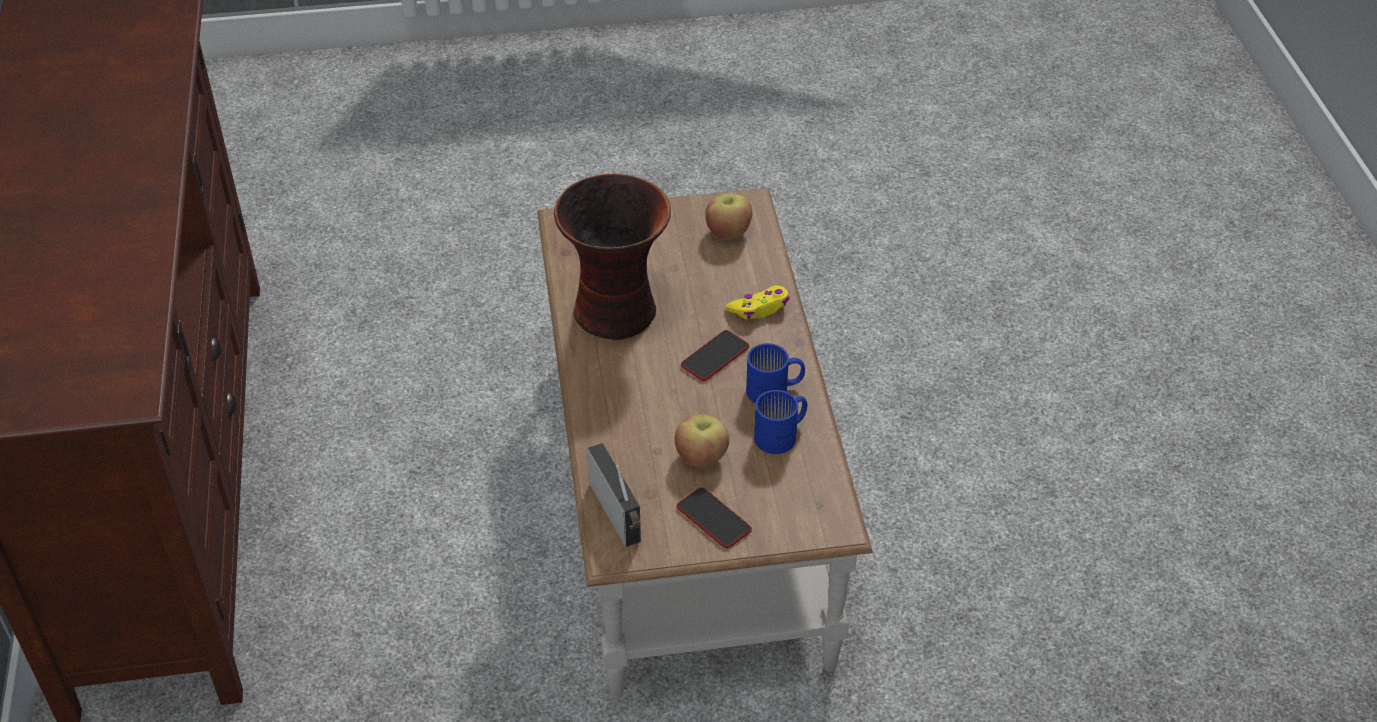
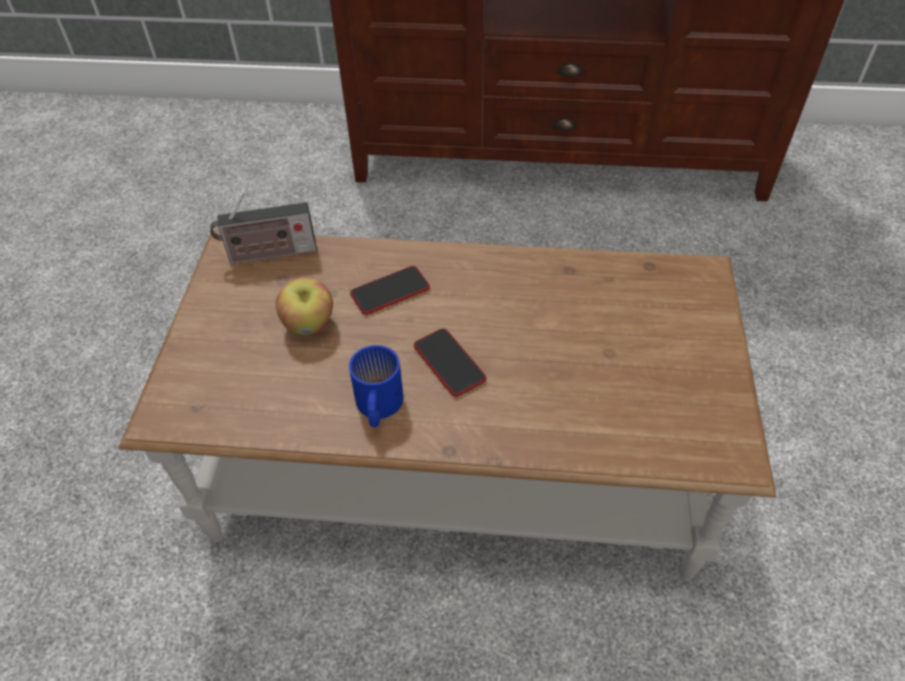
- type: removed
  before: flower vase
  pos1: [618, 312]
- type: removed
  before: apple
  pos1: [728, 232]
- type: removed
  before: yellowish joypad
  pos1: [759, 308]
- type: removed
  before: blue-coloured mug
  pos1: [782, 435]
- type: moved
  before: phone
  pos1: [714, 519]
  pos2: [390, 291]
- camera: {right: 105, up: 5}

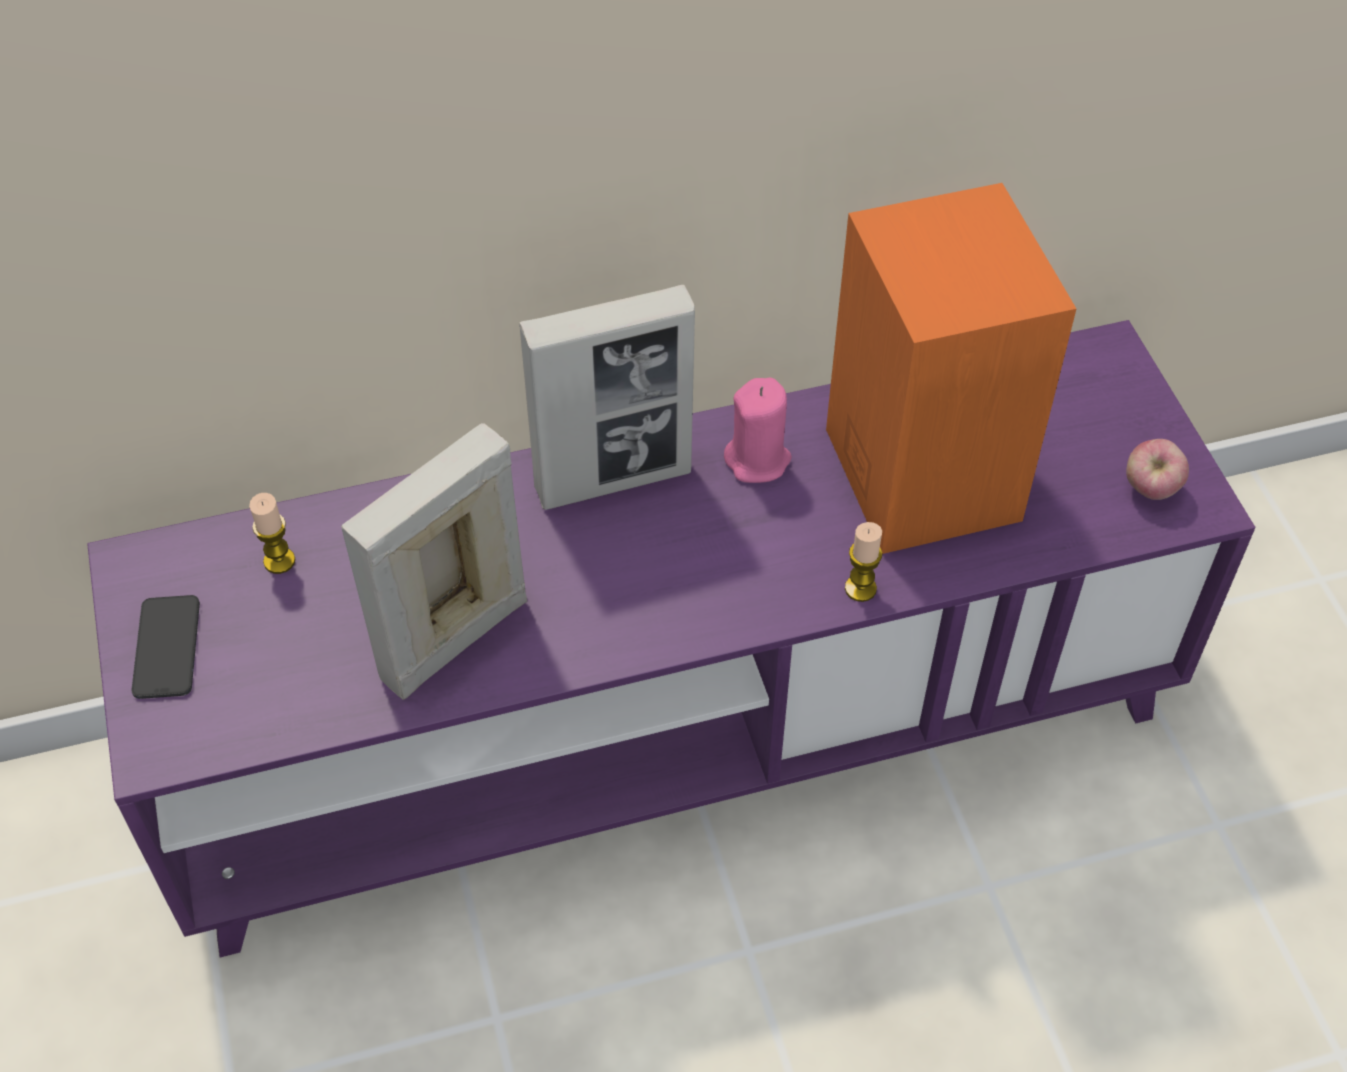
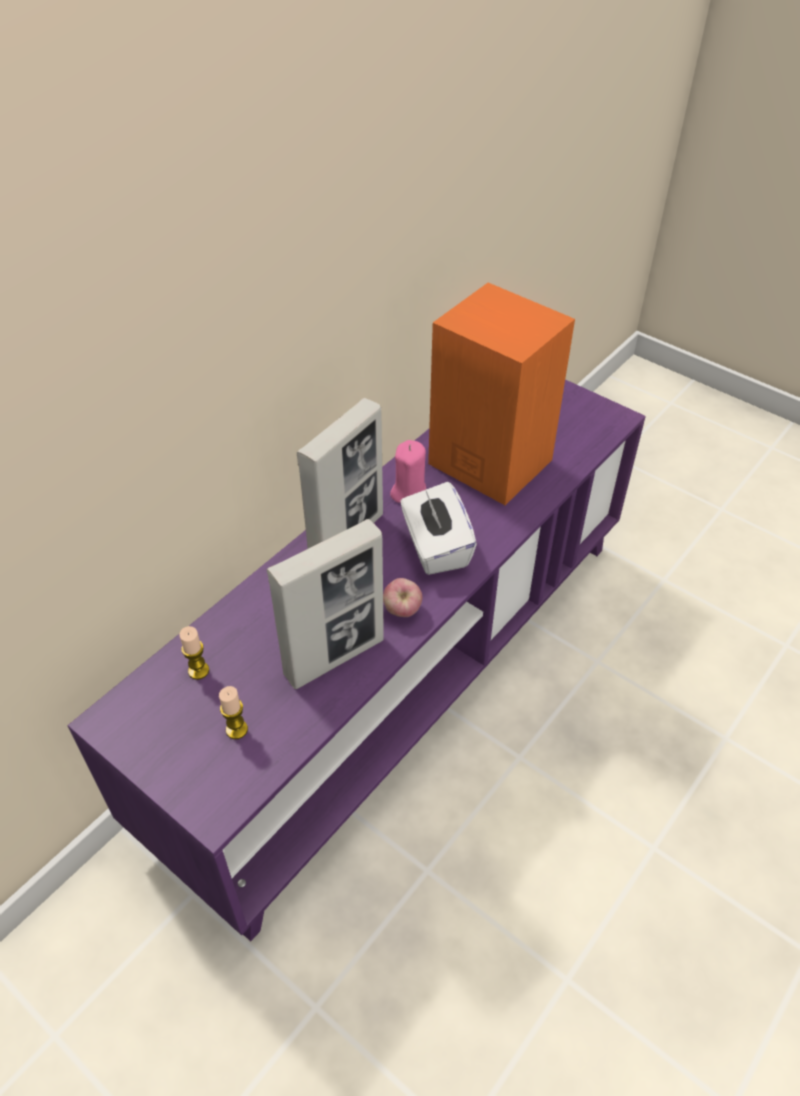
- type: removed
  before: phone
  pos1: [167, 647]
- type: added
  after: white tissue holder
  pos2: [435, 547]
- type: moved
  before: wax light
  pos1: [860, 588]
  pos2: [236, 729]
- type: moved
  before: apple
  pos1: [1150, 489]
  pos2: [402, 610]
- type: turned
  before: standing frame
  pos1: [453, 641]
  pos2: [334, 657]
  turn: -135
- camera: {right: -35, up: -5}

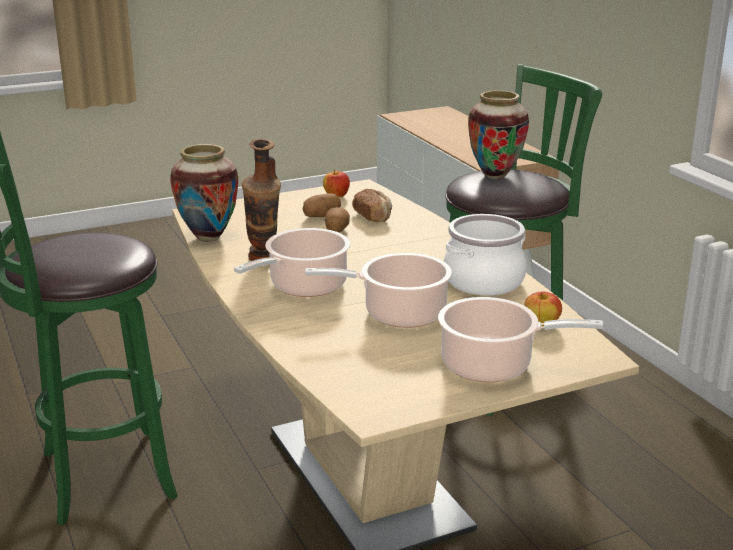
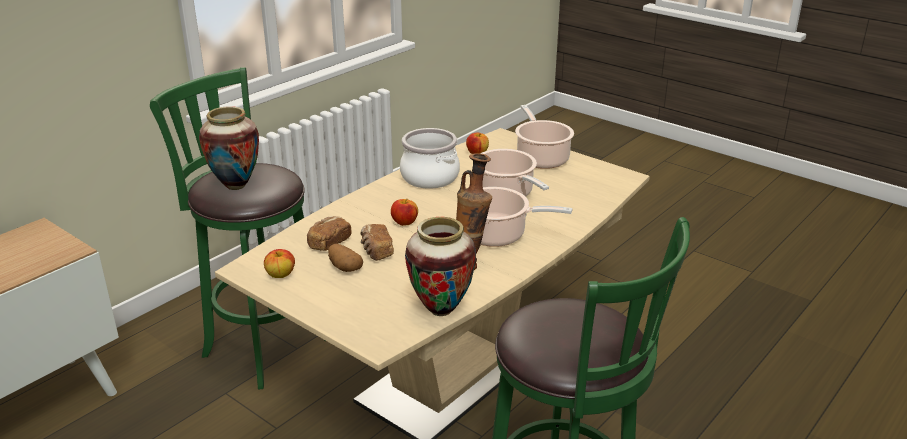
- type: added
  after: apple
  pos2: [404, 222]
- type: replaced
  before: whole potato
  after: baked bread
  pos1: [336, 231]
  pos2: [376, 251]
- camera: {right: -115, up: 5}

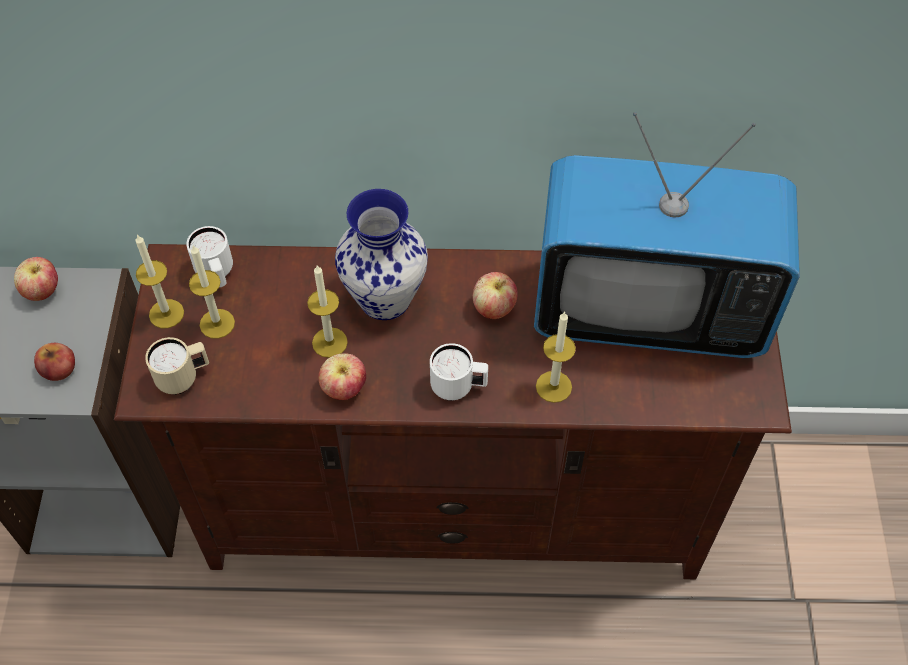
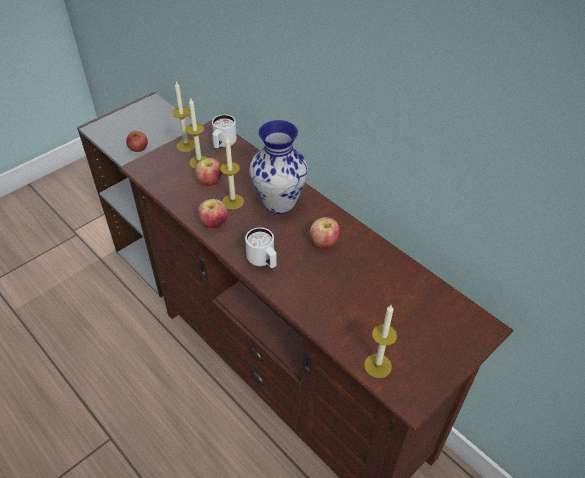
- type: removed
  before: beige mug
  pos1: [184, 378]
- type: removed
  before: television
  pos1: [648, 310]
- type: moved
  before: apple
  pos1: [42, 291]
  pos2: [210, 182]
- type: moved
  before: wax light
  pos1: [553, 386]
  pos2: [377, 365]
- camera: {right: 45, up: -10}

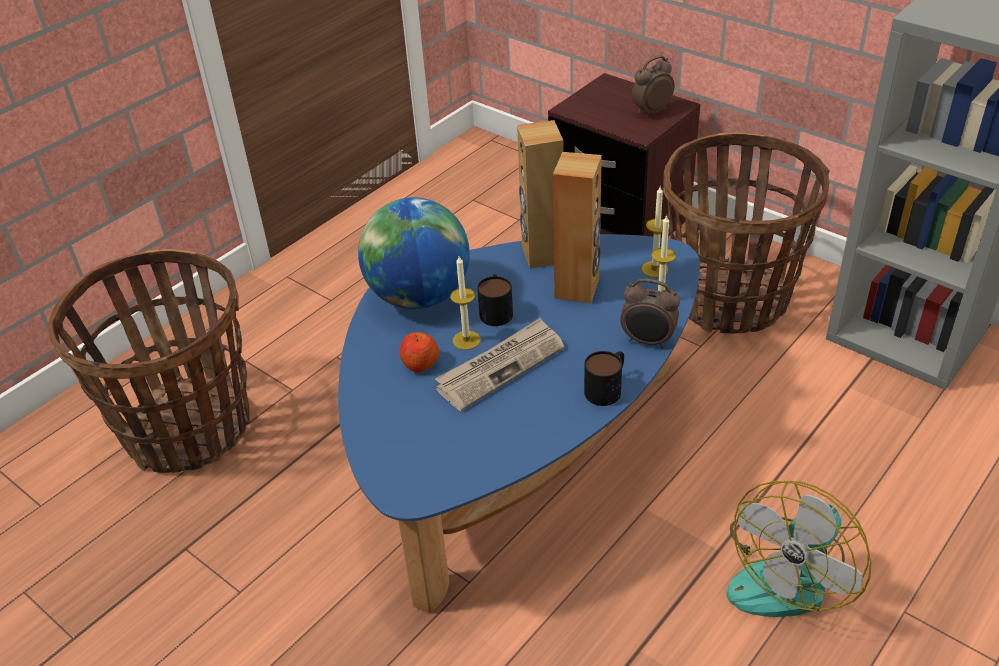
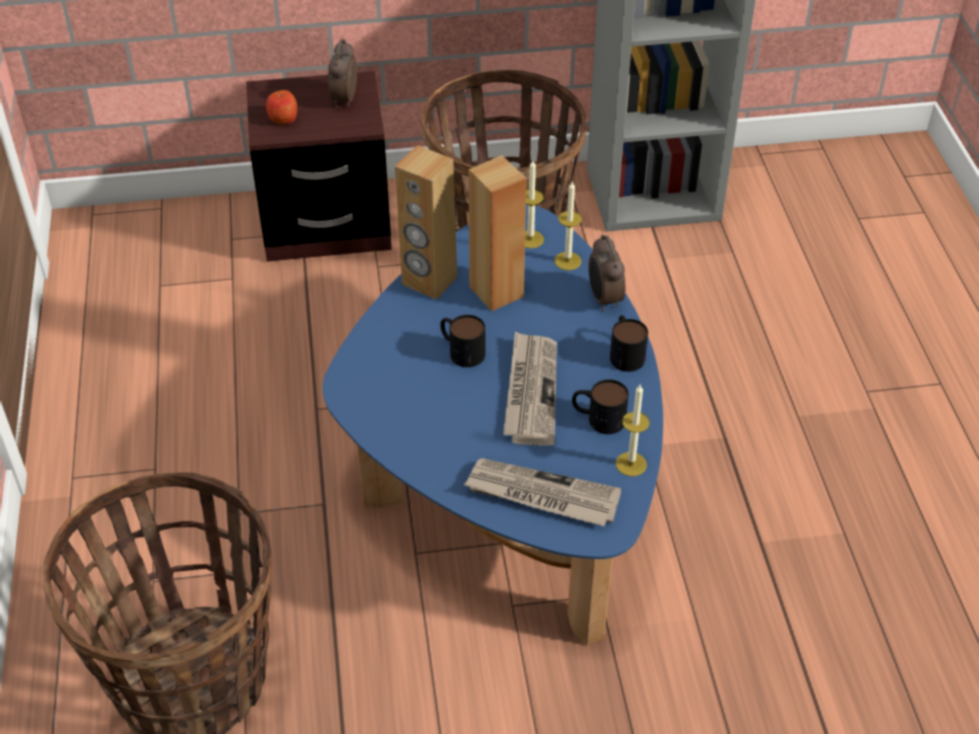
- type: removed
  before: world globe
  pos1: [419, 297]
- type: removed
  before: electric fan
  pos1: [788, 574]
- type: added
  after: printed paper
  pos2: [541, 495]
- type: added
  after: mug
  pos2: [598, 418]
- type: moved
  before: apple
  pos1: [420, 364]
  pos2: [283, 119]
- type: moved
  before: wax light
  pos1: [466, 340]
  pos2: [631, 464]
- type: turned
  before: table clock
  pos1: [648, 341]
  pos2: [604, 299]
  turn: 105
- camera: {right: -50, up: 5}

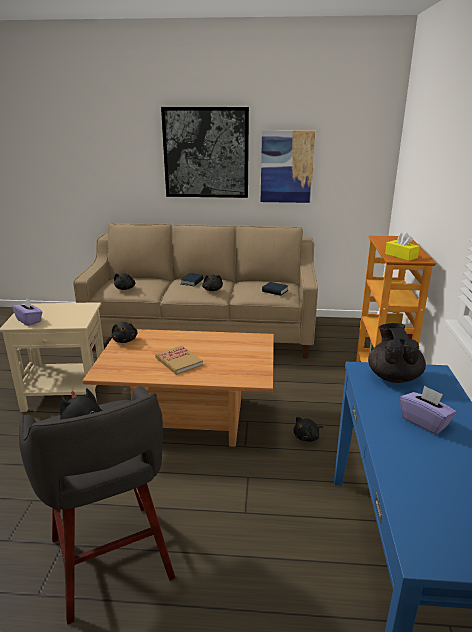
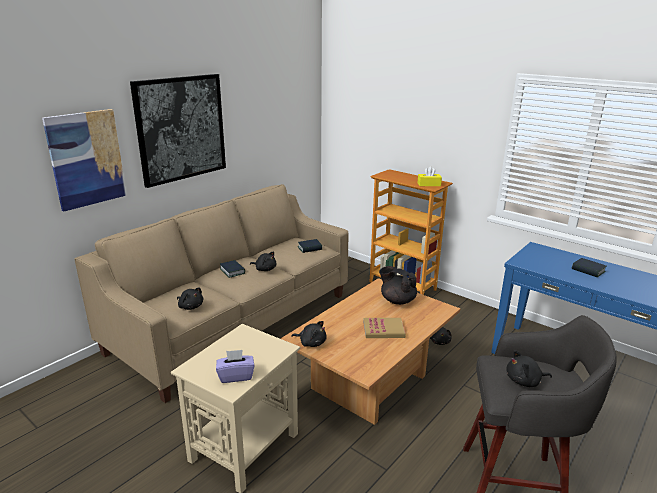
- type: moved
  before: wall art
  pos1: [286, 167]
  pos2: [86, 159]
- type: moved
  before: black tea pot
  pos1: [393, 376]
  pos2: [397, 300]
- type: replaced
  before: purple-coloured tissue holder
  after: book
  pos1: [424, 422]
  pos2: [588, 270]
- camera: {right: -55, up: 0}

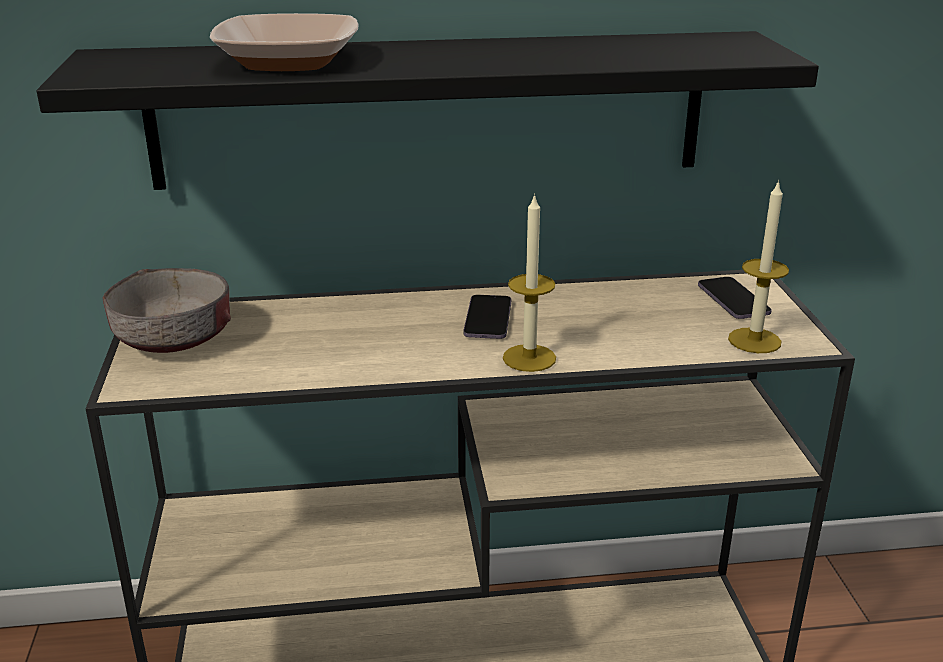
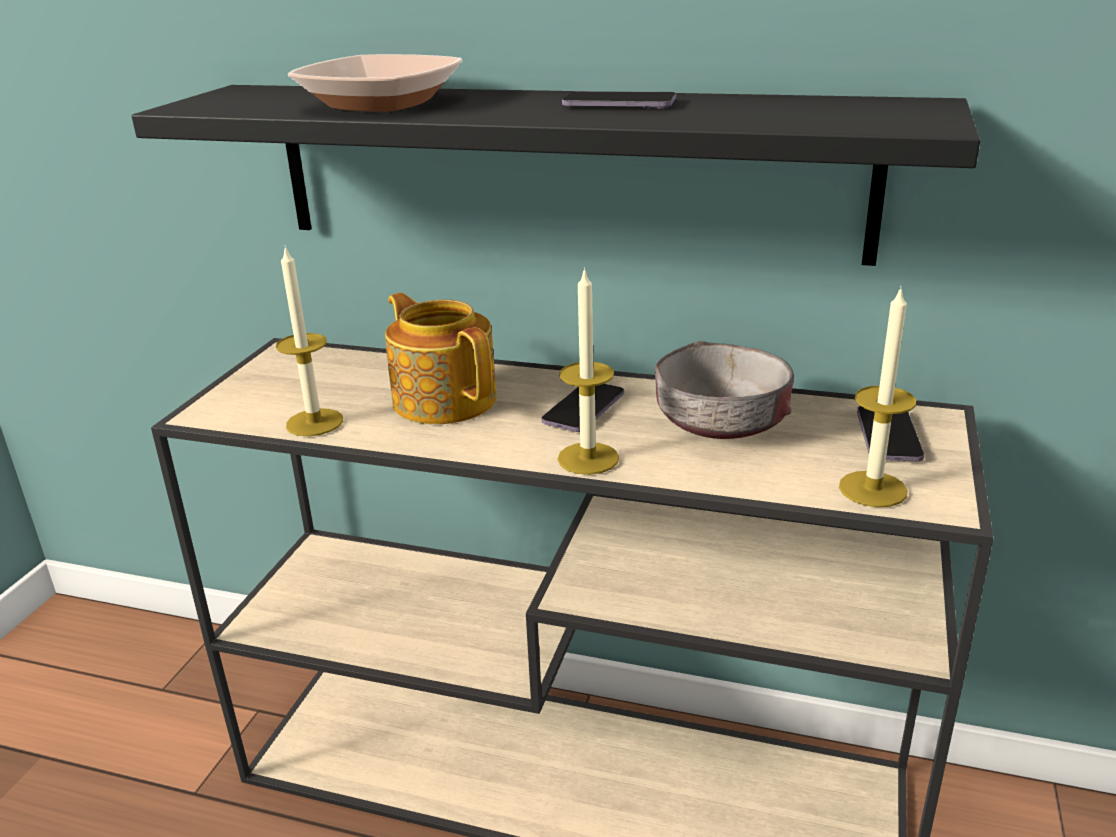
- type: added
  after: wax light
  pos2: [314, 422]
- type: added
  after: tea pot
  pos2: [444, 399]
- type: added
  after: phone
  pos2: [619, 104]
- type: moved
  before: grey deep dish
  pos1: [174, 341]
  pos2: [721, 425]
- camera: {right: 25, up: 0}

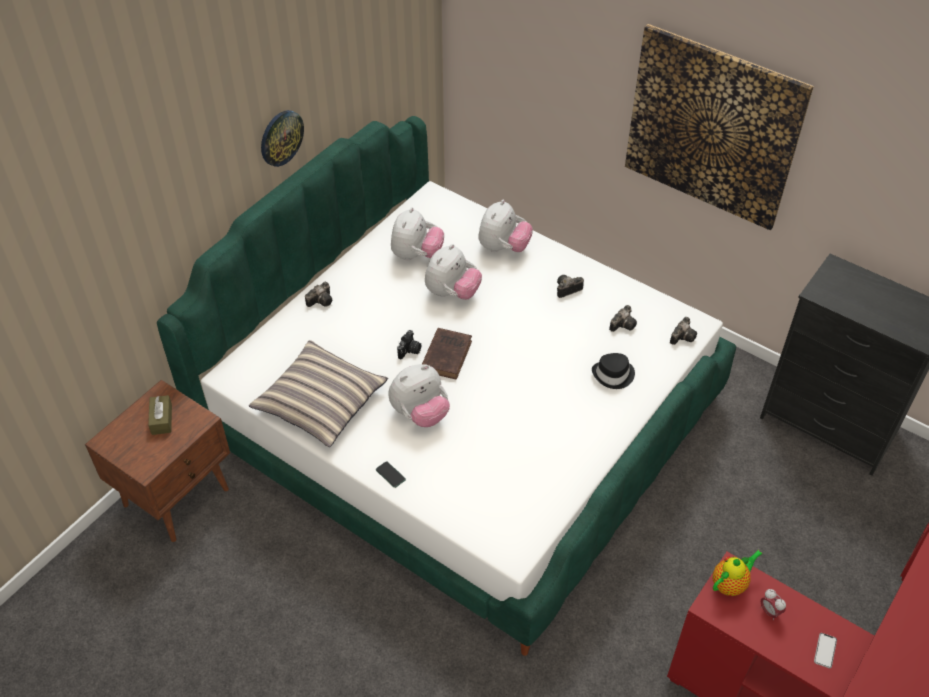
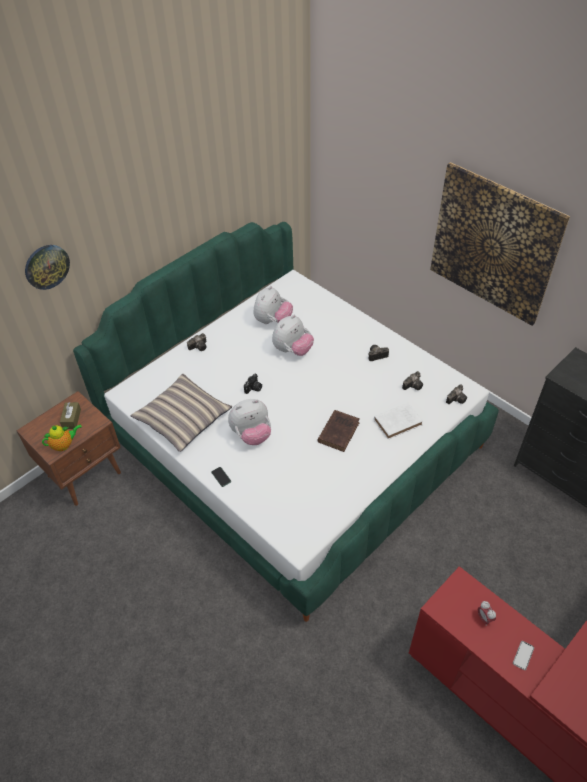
- type: removed
  before: plush toy
  pos1: [503, 248]
- type: moved
  before: hanging clock
  pos1: [281, 137]
  pos2: [46, 266]
- type: moved
  before: brownish book
  pos1: [447, 355]
  pos2: [339, 431]
- type: moved
  before: tea pot
  pos1: [730, 584]
  pos2: [64, 445]
- type: replaced
  before: black hat
  after: white book
  pos1: [613, 375]
  pos2: [399, 422]
- camera: {right: 10, up: 0}

